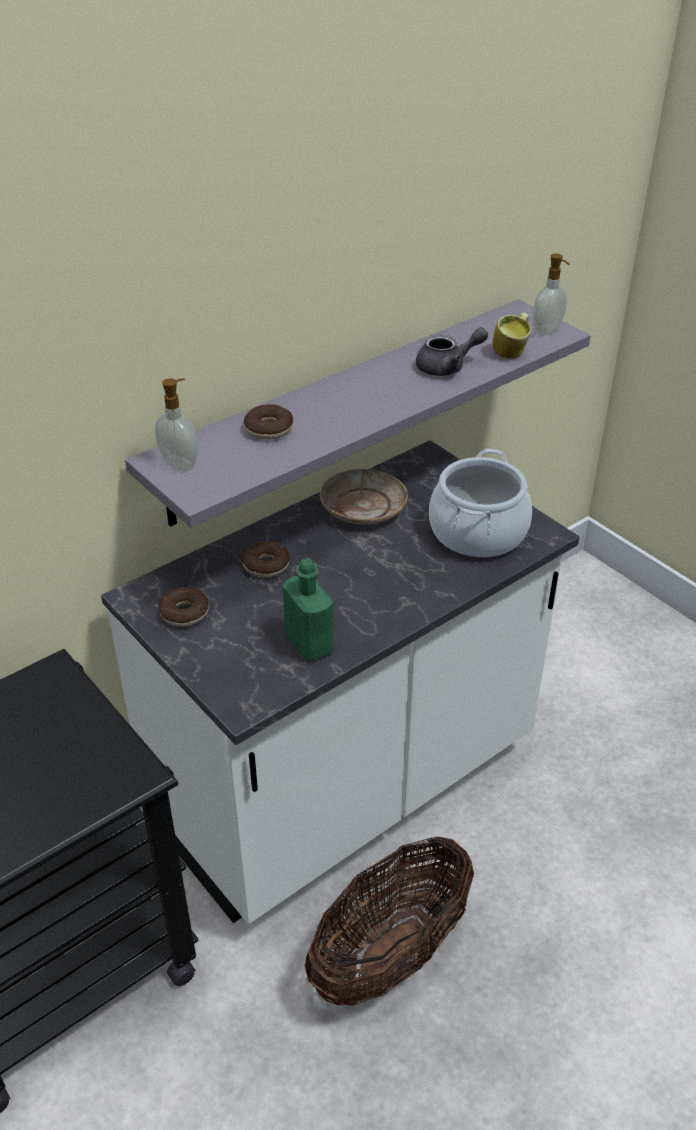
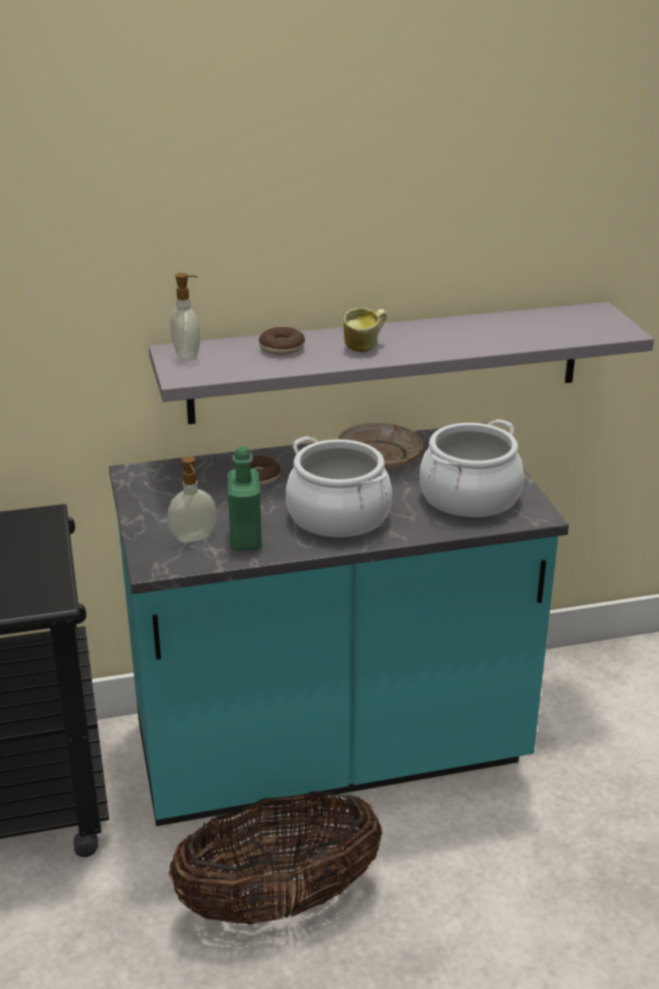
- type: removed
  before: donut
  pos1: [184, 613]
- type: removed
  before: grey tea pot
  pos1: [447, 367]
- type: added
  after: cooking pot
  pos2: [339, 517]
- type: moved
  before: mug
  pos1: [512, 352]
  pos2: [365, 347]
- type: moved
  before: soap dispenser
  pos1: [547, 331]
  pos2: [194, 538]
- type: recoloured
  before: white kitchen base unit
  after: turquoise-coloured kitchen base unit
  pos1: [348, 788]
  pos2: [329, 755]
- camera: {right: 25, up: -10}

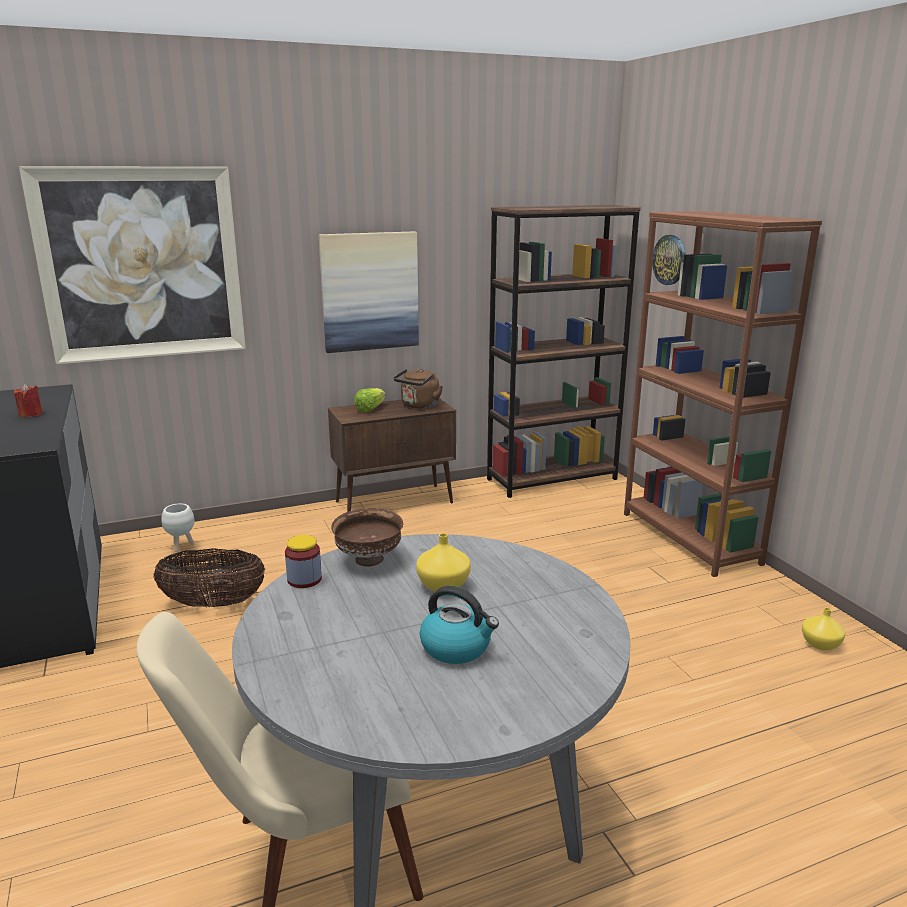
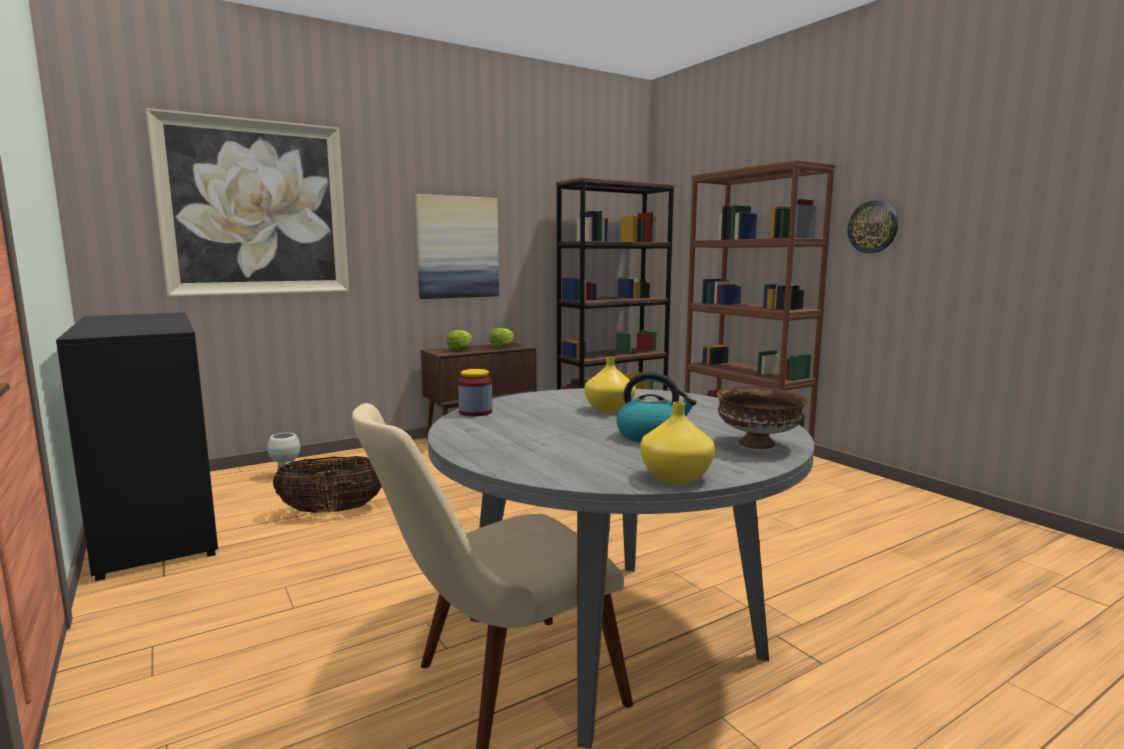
- type: removed
  before: red-coloured wax light
  pos1: [31, 414]
- type: moved
  before: brownish deep dish
  pos1: [369, 560]
  pos2: [758, 444]
- type: moved
  before: hanging clock
  pos1: [670, 260]
  pos2: [873, 227]
- type: moved
  before: yellowish flower vase
  pos1: [820, 643]
  pos2: [675, 476]
- type: replaced
  before: brownish tea kettle
  after: lettuce head
  pos1: [419, 406]
  pos2: [502, 346]
- camera: {right: -10, up: -10}

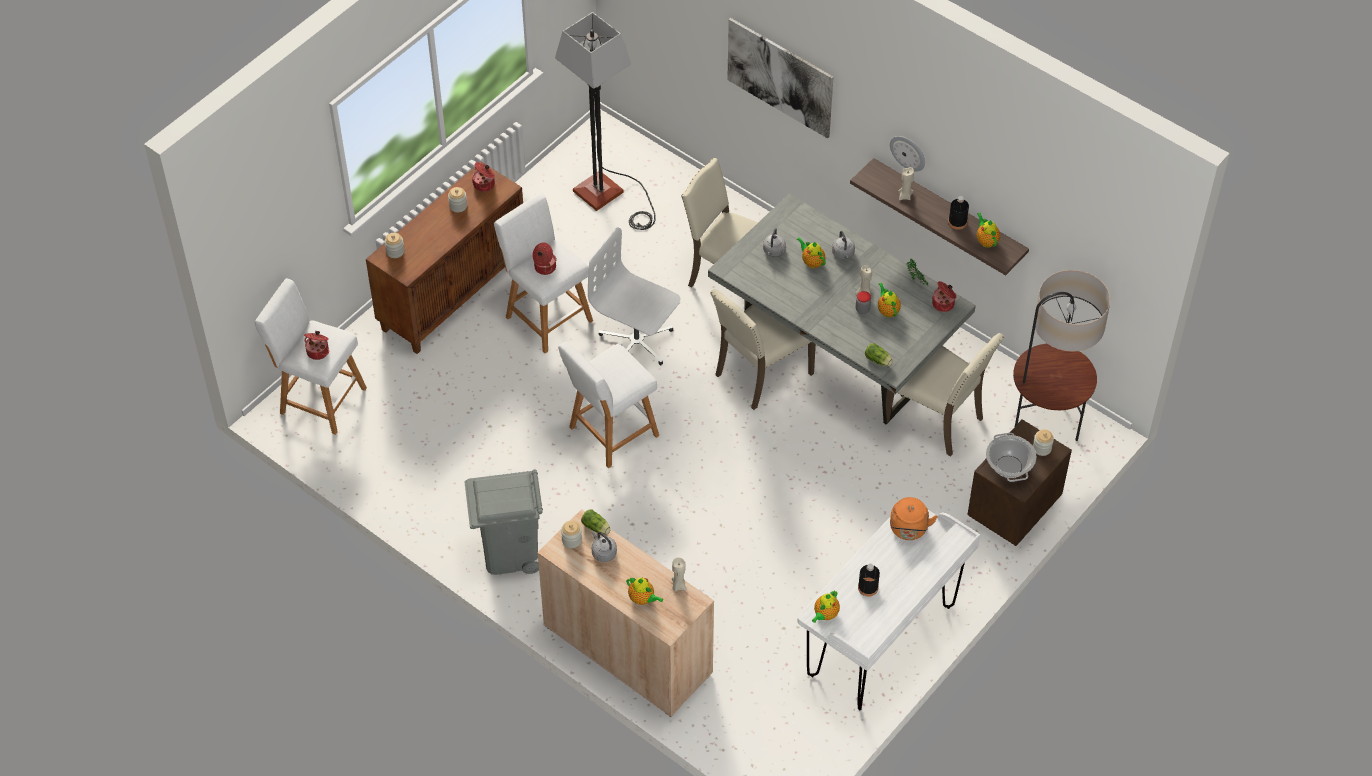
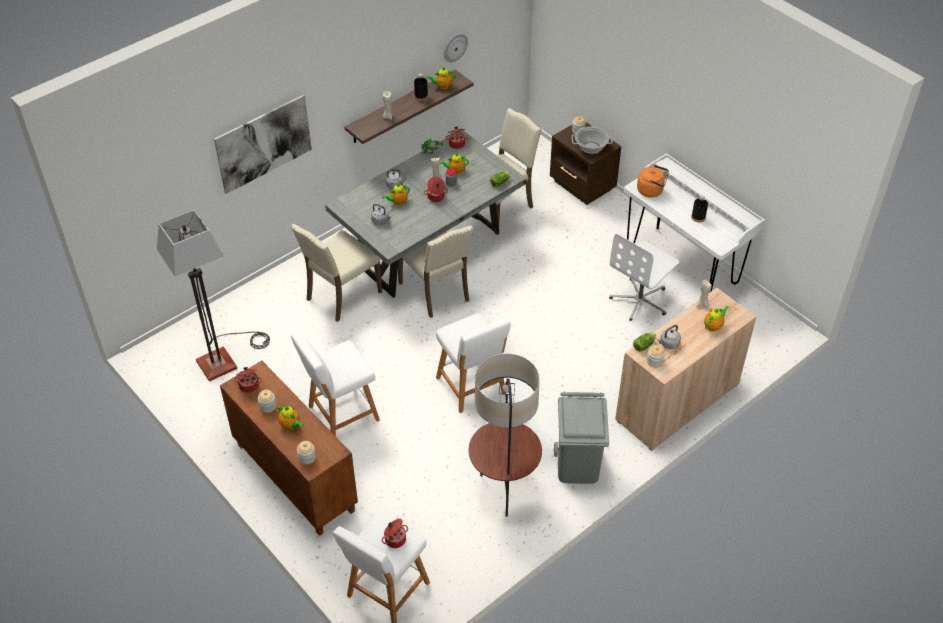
- type: moved
  before: cooking pot
  pos1: [544, 267]
  pos2: [436, 197]
- type: moved
  before: white office chair
  pos1: [636, 342]
  pos2: [640, 300]
- type: moved
  before: tea pot
  pos1: [825, 615]
  pos2: [291, 425]
- type: moved
  before: hanging clock
  pos1: [908, 152]
  pos2: [455, 47]
- type: moved
  before: standing lamp
  pos1: [1045, 426]
  pos2: [503, 492]
- camera: {right: -80, up: -5}

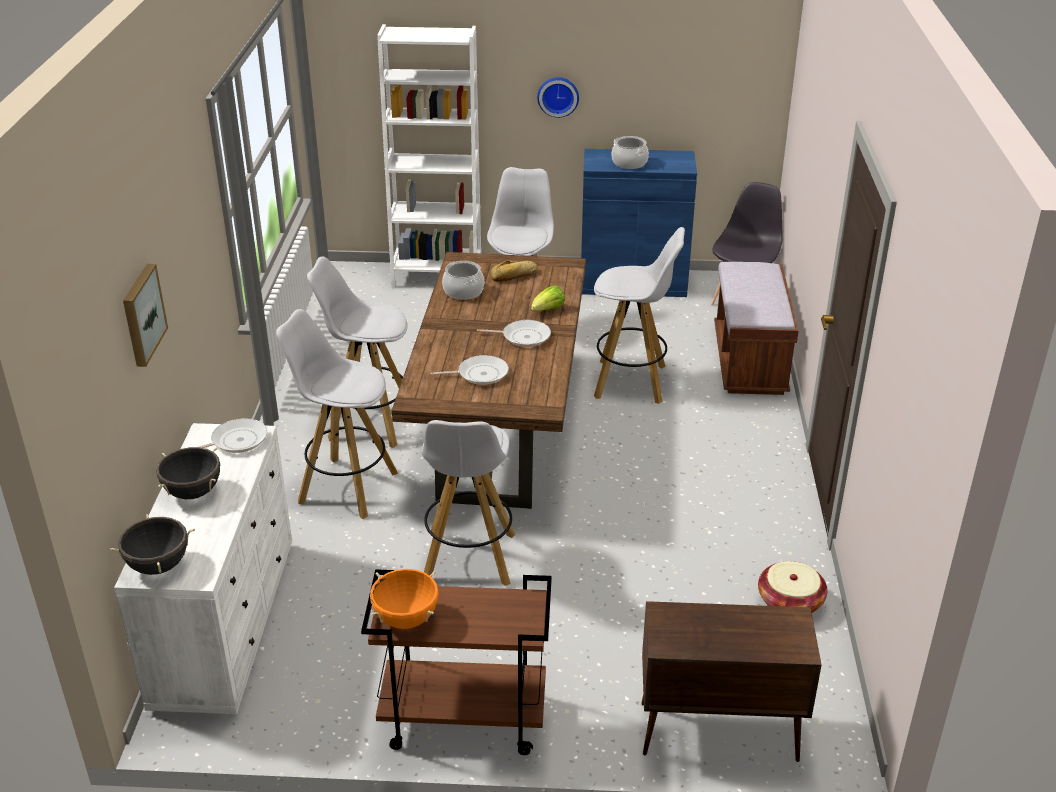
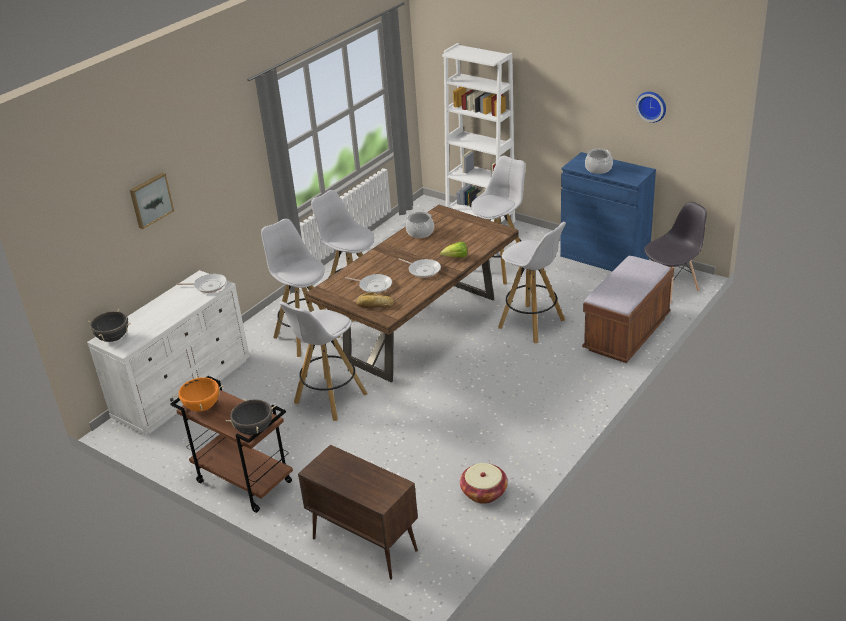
- type: moved
  before: black cooking pot
  pos1: [193, 492]
  pos2: [254, 430]
- type: moved
  before: baked bread
  pos1: [514, 275]
  pos2: [375, 305]
- type: moved
  before: hanging clock
  pos1: [558, 96]
  pos2: [652, 106]
- camera: {right: 35, up: 0}

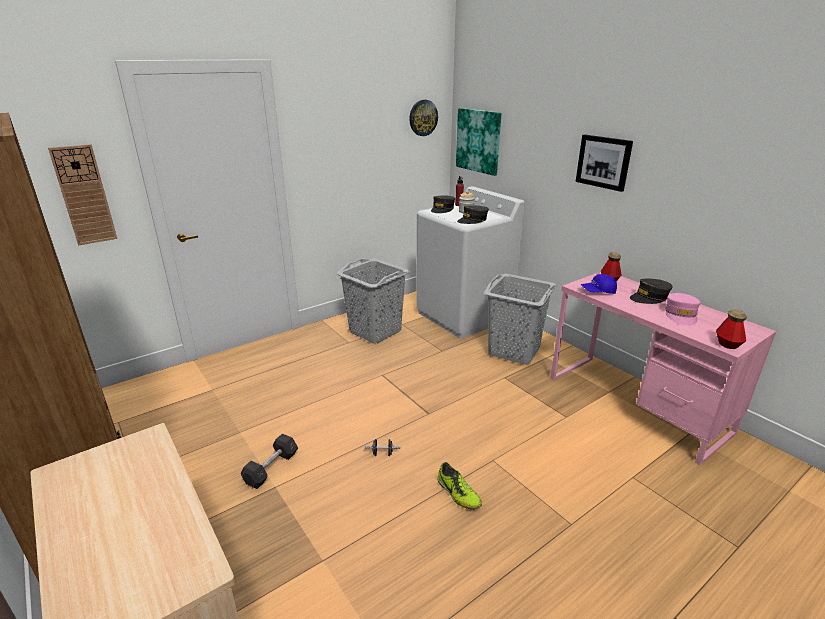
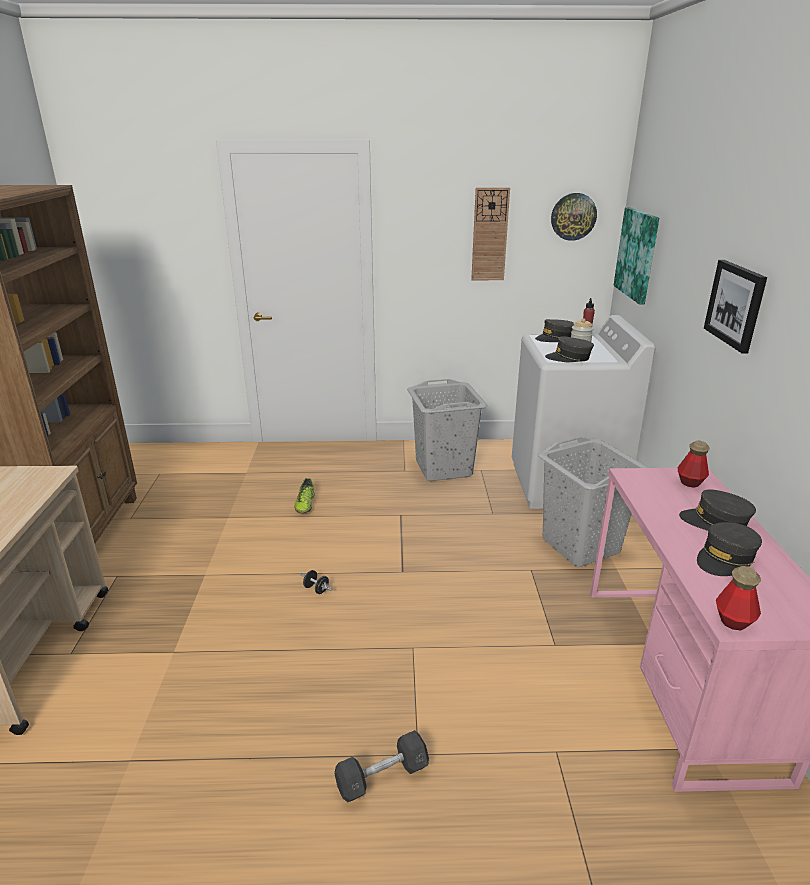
- type: removed
  before: blue-coloured peaked cap
  pos1: [598, 291]
- type: moved
  before: hanging clock
  pos1: [84, 195]
  pos2: [490, 235]
- type: moved
  before: grey dumbbell
  pos1: [271, 468]
  pos2: [382, 776]
- type: moved
  before: item of footwear
  pos1: [458, 494]
  pos2: [305, 504]
- type: recoloured
  before: pink peaked cap
  after: grey peaked cap
  pos1: [681, 315]
  pos2: [725, 558]
- camera: {right: 35, up: 0}

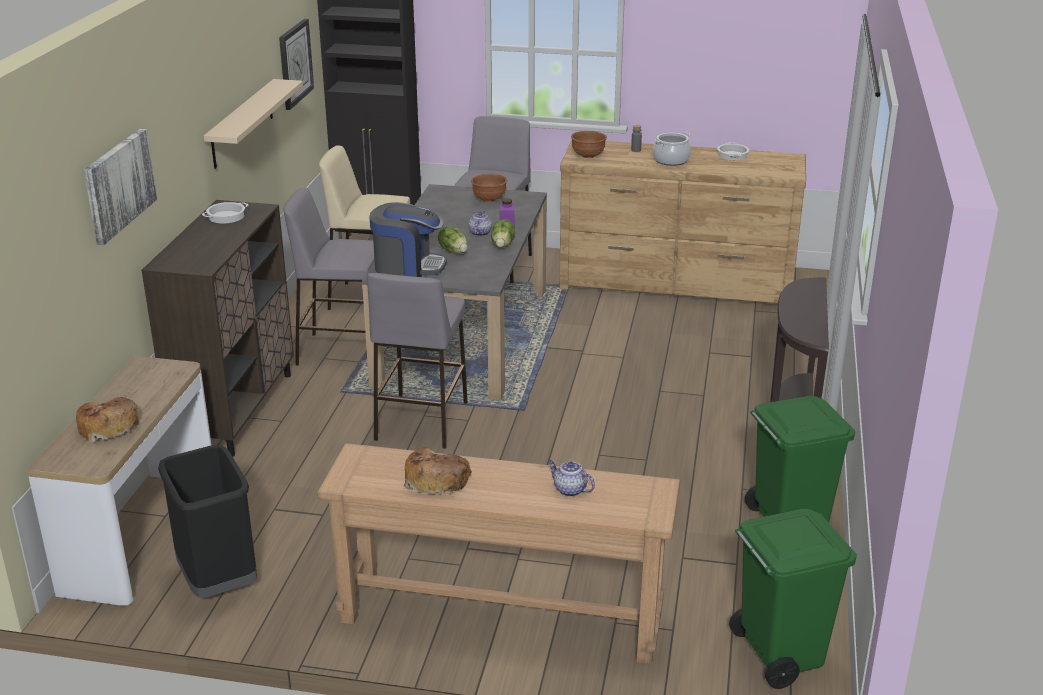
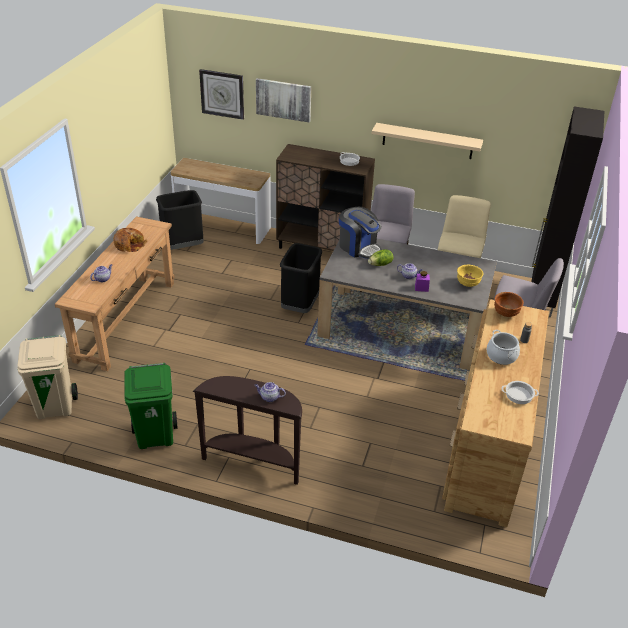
- type: removed
  before: baked bread
  pos1: [108, 427]
- type: removed
  before: lettuce head
  pos1: [503, 245]
- type: added
  after: tea pot
  pos2: [269, 397]
- type: moved
  before: hanging clock
  pos1: [295, 63]
  pos2: [222, 94]
- type: replaced
  before: grey stool
  after: black rubbish bin
  pos1: [421, 421]
  pos2: [300, 306]
- type: recoloured
  before: brownish deep dish
  after: yellowish deep dish
  pos1: [489, 199]
  pos2: [468, 284]
- type: recoloured
  before: green rubbish bin
  after: beige rubbish bin
  pos1: [779, 654]
  pos2: [56, 407]
- type: turned
  before: coffee machine
  pos1: [408, 267]
  pos2: [358, 247]
  turn: -60
- camera: {right: 95, up: 10}

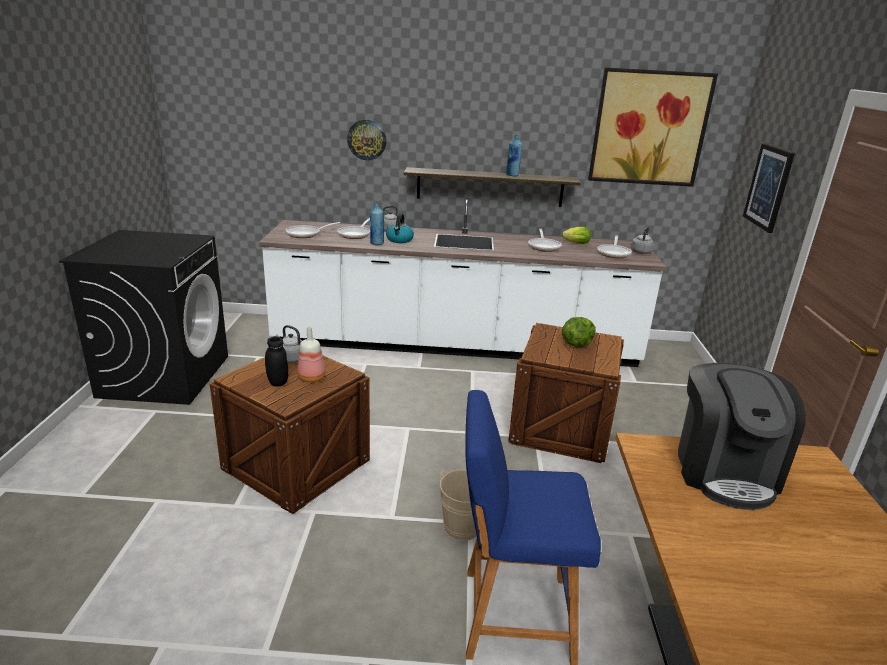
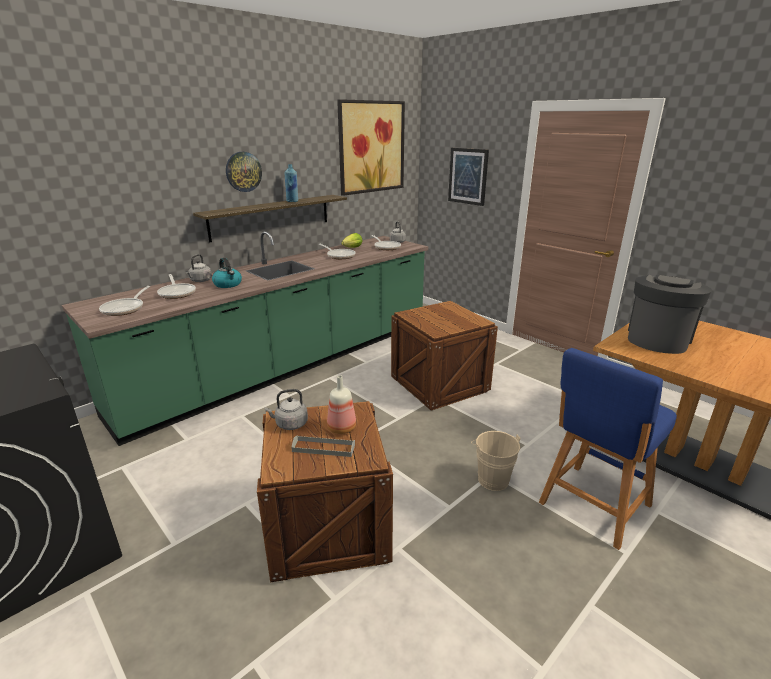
- type: removed
  before: blue-coloured bottle
  pos1: [377, 243]
- type: removed
  before: lettuce head
  pos1: [576, 344]
- type: moved
  before: hanging clock
  pos1: [367, 139]
  pos2: [243, 171]
- type: replaced
  before: black jar
  after: grey serving tray
  pos1: [278, 382]
  pos2: [323, 448]
- type: recoloured
  before: white kitchen base unit
  after: green kitchen base unit
  pos1: [455, 345]
  pos2: [288, 366]
- type: turned
  before: coffee machine
  pos1: [724, 471]
  pos2: [657, 339]
  turn: -105
- camera: {right: -45, up: 0}

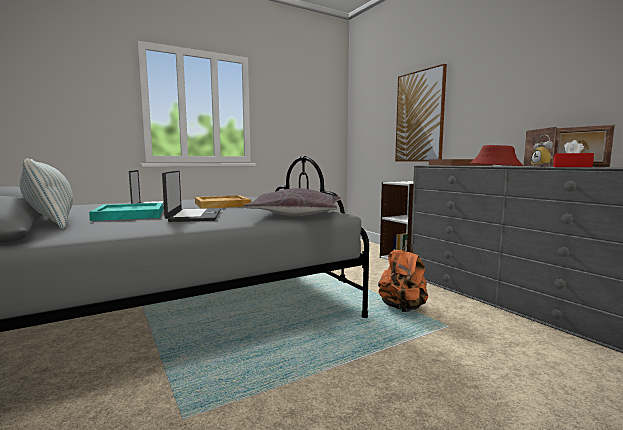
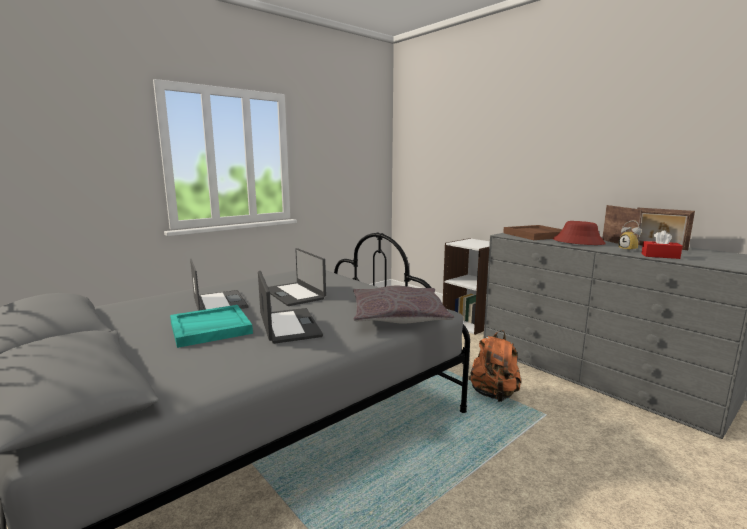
- type: removed
  before: pillow
  pos1: [50, 221]
- type: removed
  before: wall art
  pos1: [420, 116]
- type: replaced
  before: beige serving tray
  after: notebook computer
  pos1: [222, 204]
  pos2: [294, 294]
- camera: {right: -10, up: 5}

